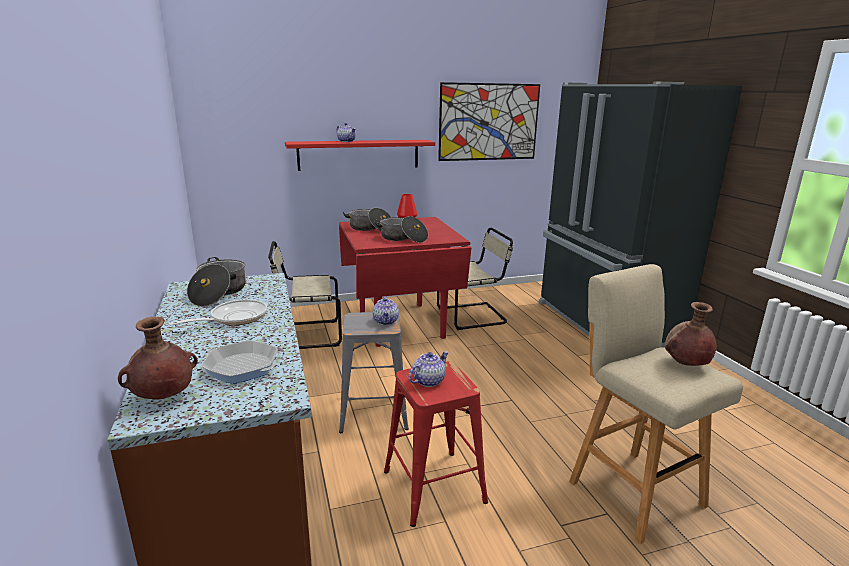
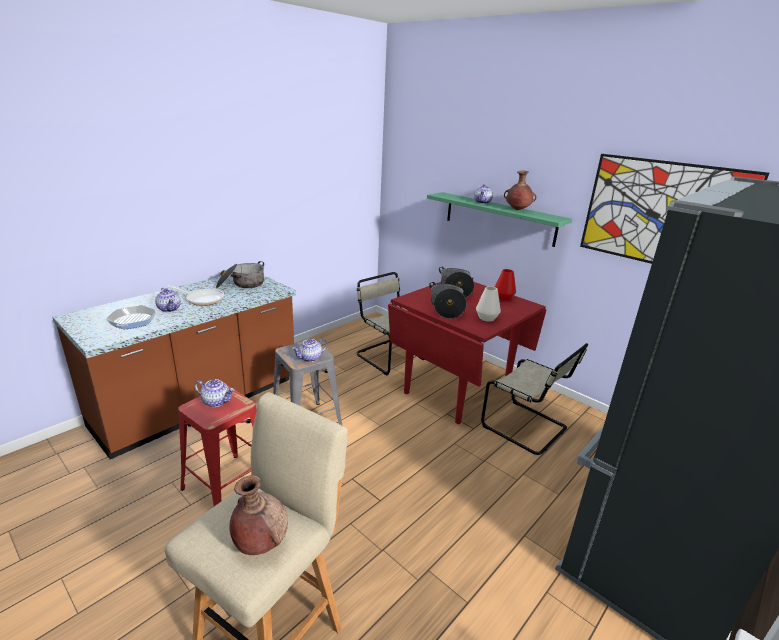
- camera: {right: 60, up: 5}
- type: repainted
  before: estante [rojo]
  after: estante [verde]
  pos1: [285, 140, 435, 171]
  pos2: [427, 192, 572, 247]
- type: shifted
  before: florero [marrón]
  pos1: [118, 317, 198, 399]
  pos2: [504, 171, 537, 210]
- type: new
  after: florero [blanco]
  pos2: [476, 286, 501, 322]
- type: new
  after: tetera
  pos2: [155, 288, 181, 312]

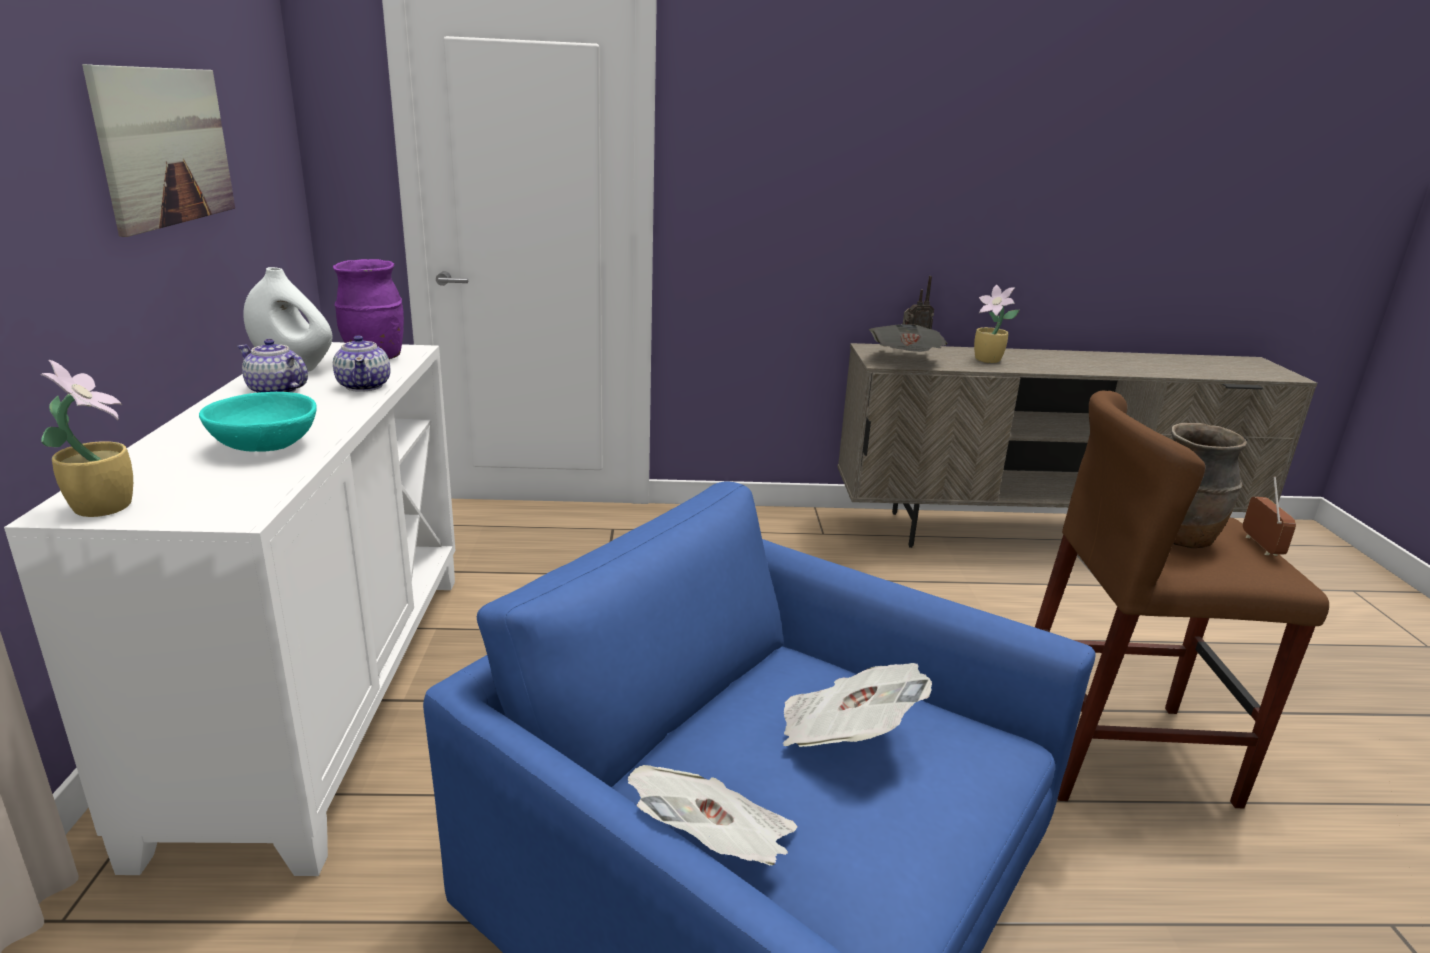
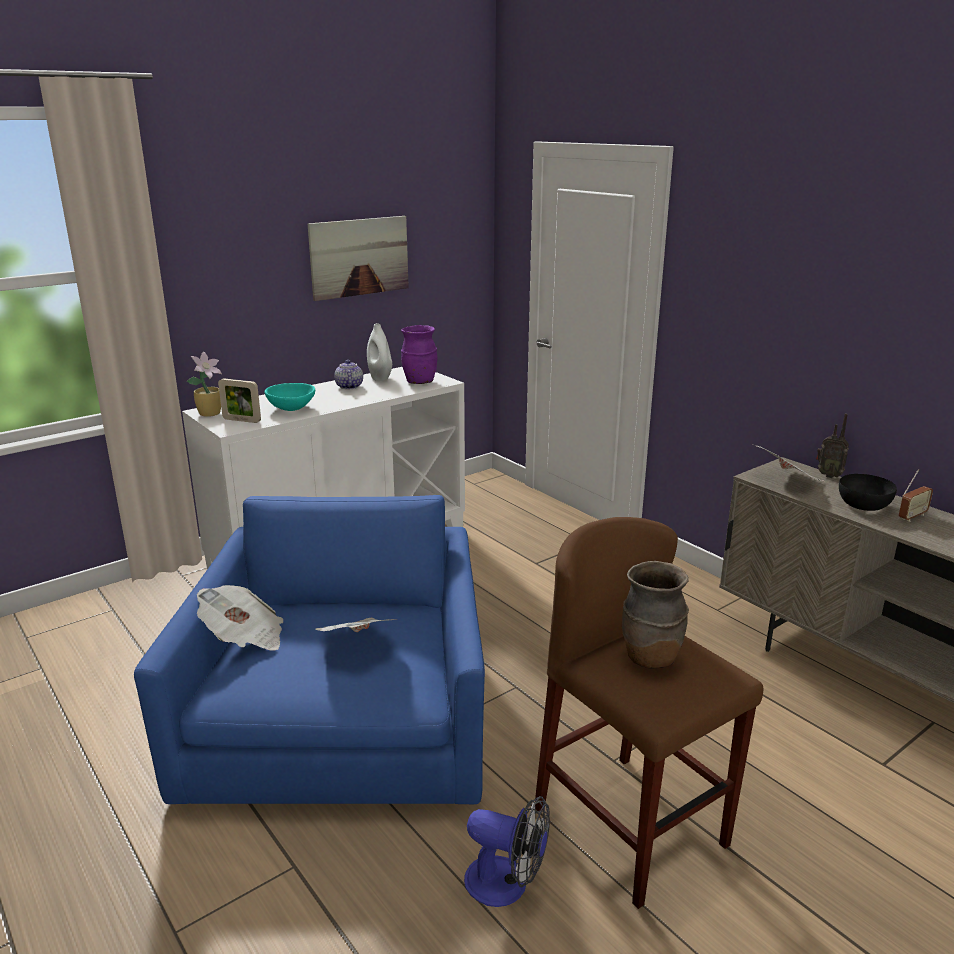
- camera: {right: 55, up: 0}
- type: swapped
  before: planta en maceta
  after: cuenco [negro]
  pos1: [974, 285, 1020, 363]
  pos2: [839, 474, 897, 511]
- type: gone
  before: tetera
  pos1: [333, 335, 390, 392]
- type: shifted
  before: radio
  pos1: [1243, 476, 1296, 556]
  pos2: [899, 469, 933, 522]
- type: new
  after: portarretratos
  pos2: [218, 378, 261, 423]
- type: new
  after: ventilador
  pos2: [464, 796, 550, 907]

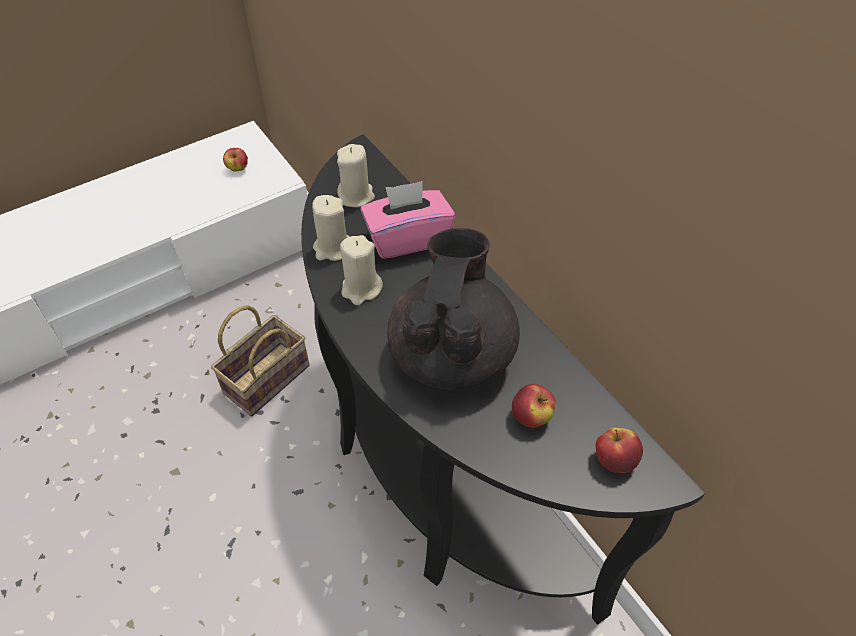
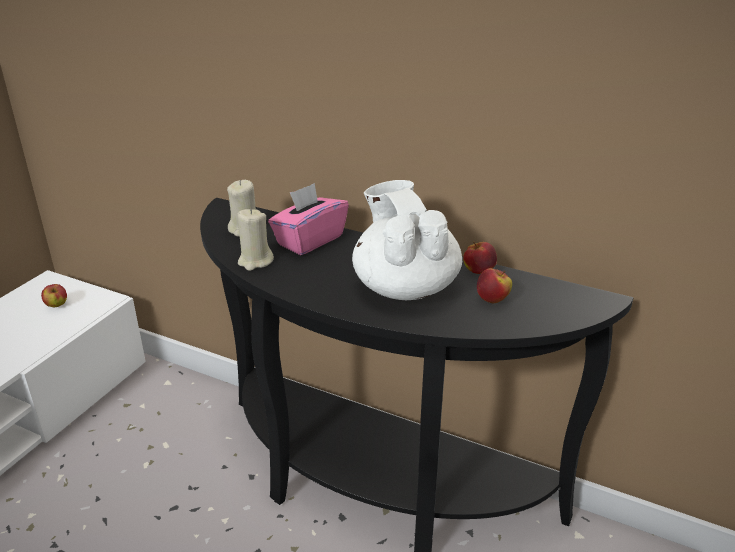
- camera: {right: -30, up: -20}
- type: repainted
  before: tetera [negro]
  after: tetera [blanco]
  pos1: [387, 228, 520, 390]
  pos2: [352, 180, 462, 300]
- type: gone
  before: vela [beis]
  pos1: [340, 235, 383, 305]
- type: gone
  before: cesta
  pos1: [211, 305, 309, 416]
- type: shifted
  before: manzana
  pos1: [595, 427, 643, 473]
  pos2: [463, 242, 497, 274]

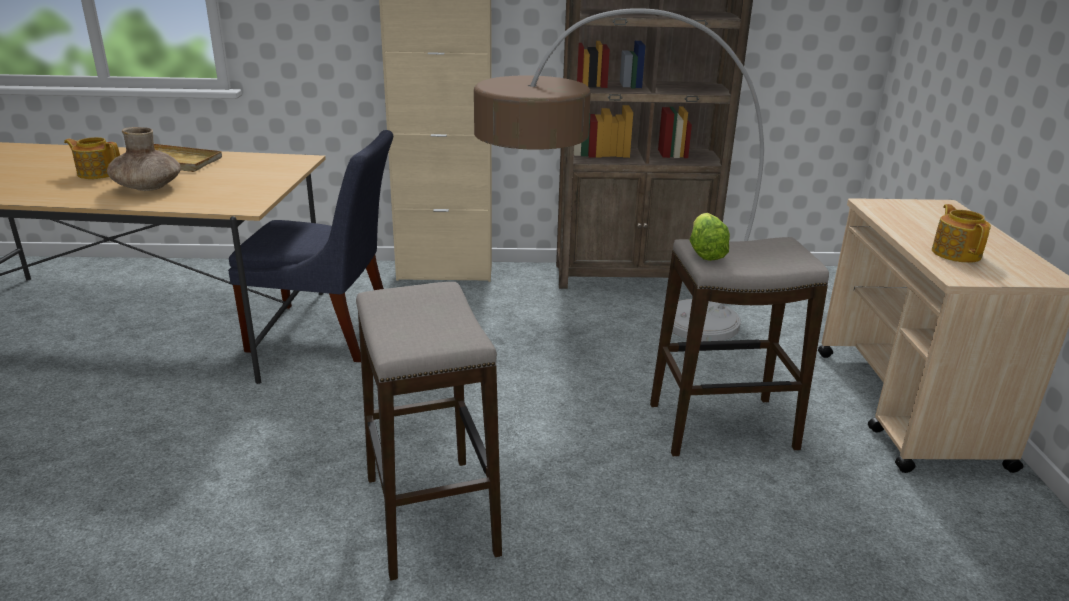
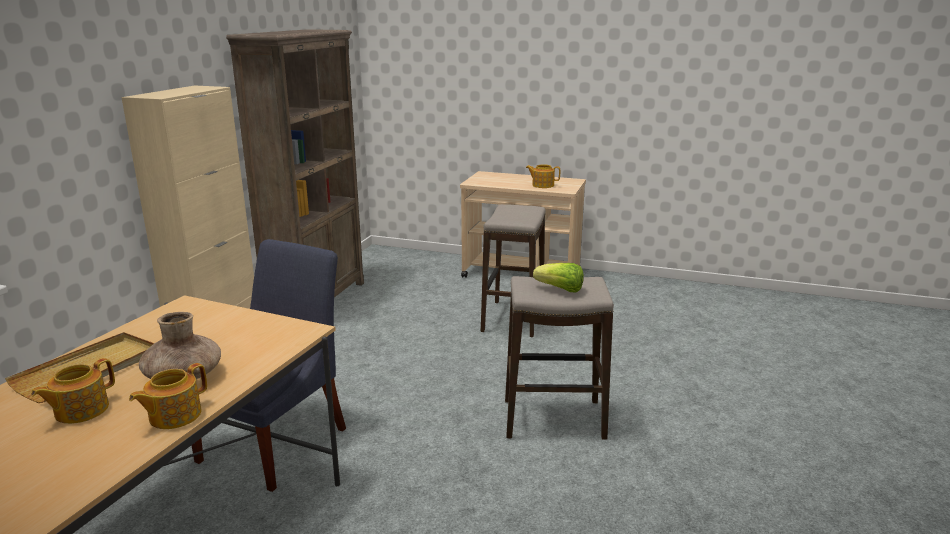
- camera: {right: -70, up: -5}
- type: gone
  before: lámpara de pie
  pos1: [474, 8, 764, 341]
- type: shifted
  before: lechuga
  pos1: [690, 213, 730, 261]
  pos2: [533, 263, 584, 293]
- type: new
  after: tetera
  pos2: [129, 363, 207, 429]

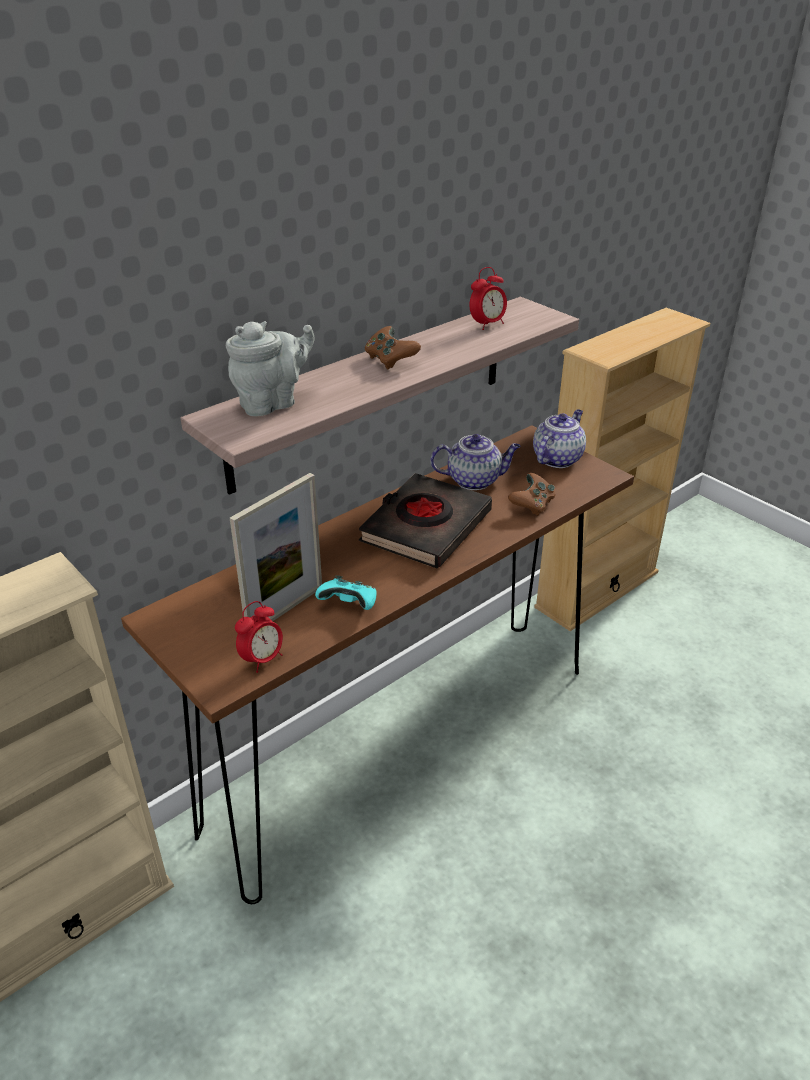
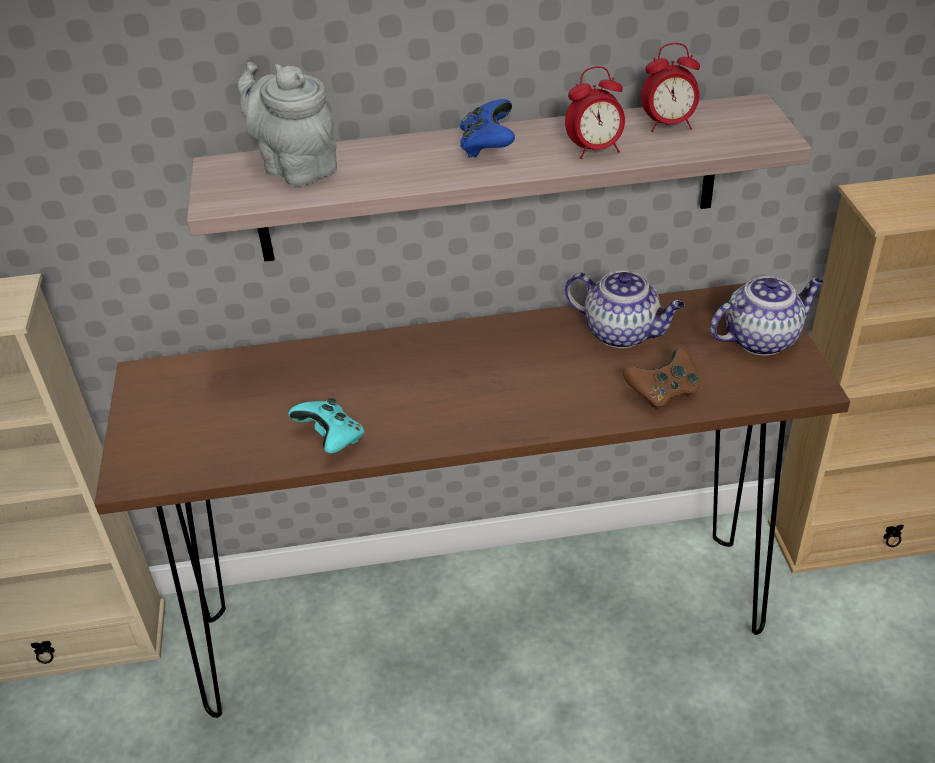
- camera: {right: 35, up: 5}
- type: rotated
  before: tetera [gris]
  pos1: [226, 321, 314, 416]
  pos2: [237, 62, 337, 186]
  turn: -135
- type: repainted
  before: mando de consola [marrón]
  after: mando de consola [azul]
  pos1: [365, 326, 421, 369]
  pos2: [460, 99, 515, 158]
- type: gone
  before: portarretratos
  pos1: [230, 473, 322, 622]
- type: gone
  before: libro [negro]
  pos1: [359, 473, 492, 568]
- type: shifted
  before: despertador
  pos1: [235, 601, 283, 673]
  pos2: [565, 66, 625, 159]

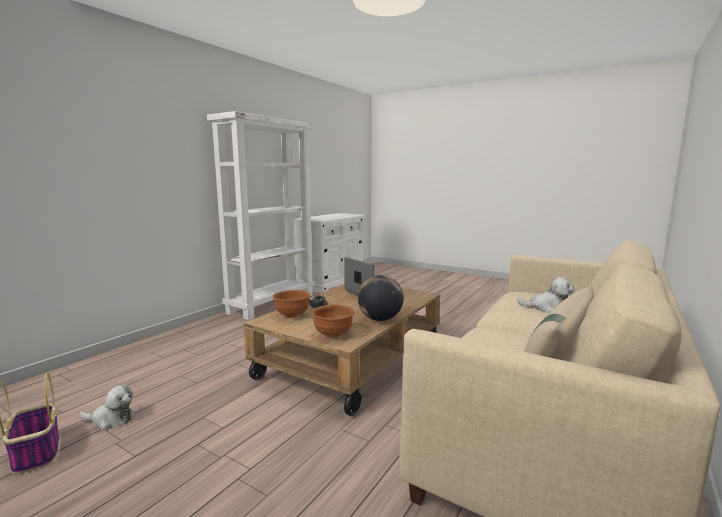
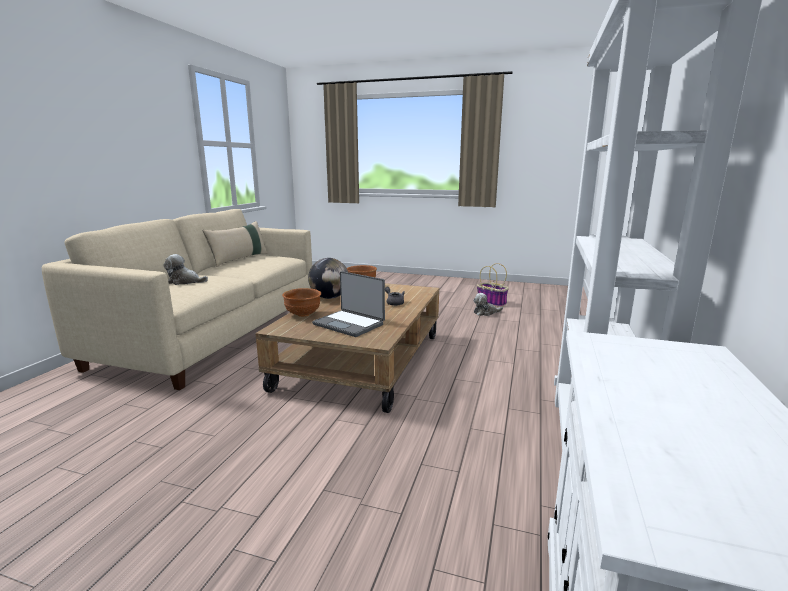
- camera: {right: 165, up: 5}
- type: shifted
  before: cuenco [marrón]
  pos1: [273, 290, 310, 318]
  pos2: [282, 288, 321, 317]

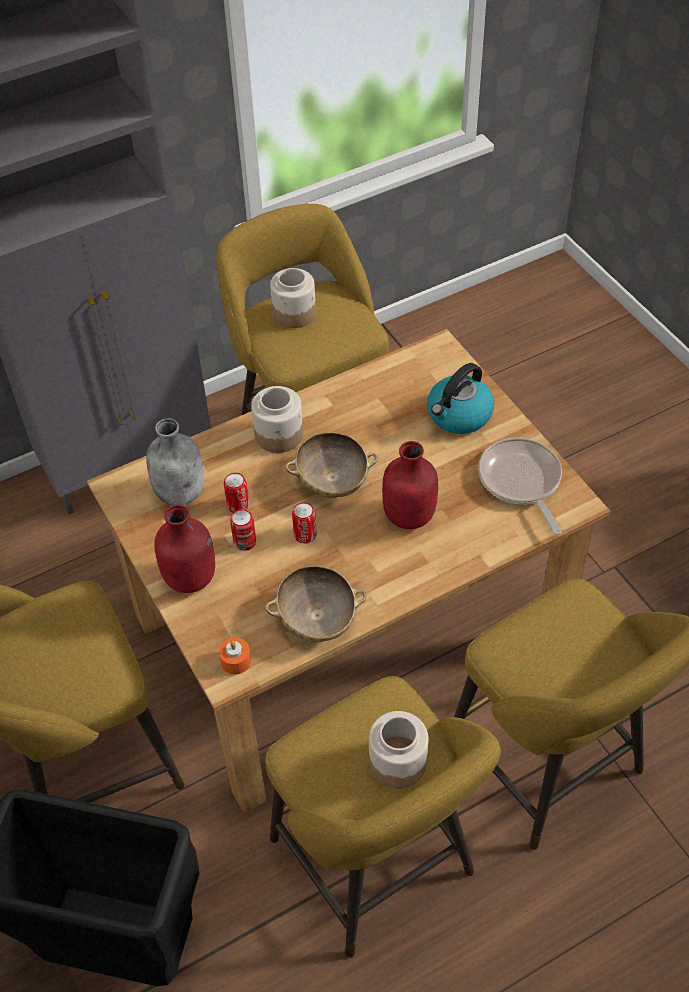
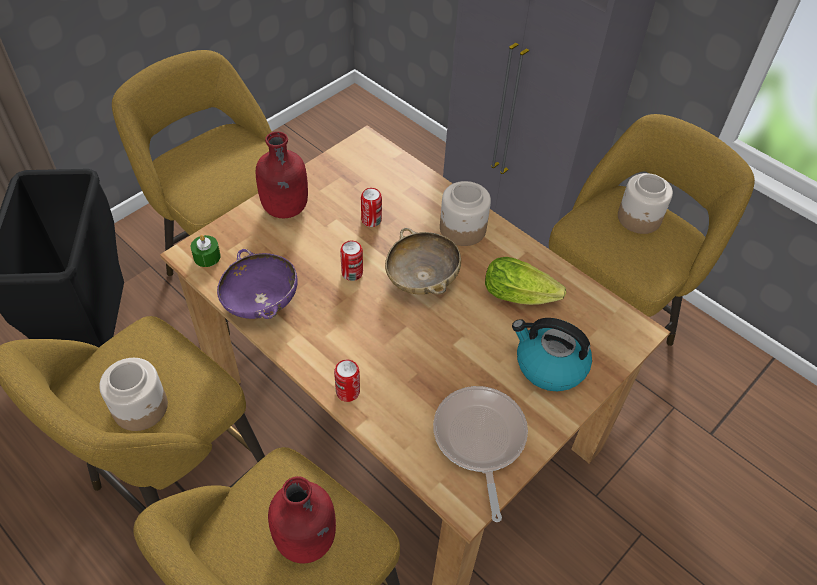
- camera: {right: 70, up: 0}
- type: gone
  before: botella [gris]
  pos1: [146, 418, 204, 505]
- type: rotated
  before: sartén
  pos1: [478, 437, 562, 535]
  pos2: [433, 386, 528, 522]
  turn: -60
- type: shifted
  before: botella [rojo]
  pos1: [382, 441, 438, 529]
  pos2: [268, 476, 336, 563]
- type: shifted
  before: lata
  pos1: [230, 510, 256, 551]
  pos2: [334, 359, 360, 402]
- type: repainted
  before: cuenco [beis]
  after: cuenco [morado]
  pos1: [265, 566, 367, 642]
  pos2: [217, 249, 298, 319]
- type: repainted
  before: vela [naranja]
  after: vela [verde]
  pos1: [219, 637, 251, 675]
  pos2: [191, 235, 221, 267]
- type: new
  after: lechuga
  pos2: [485, 257, 566, 305]

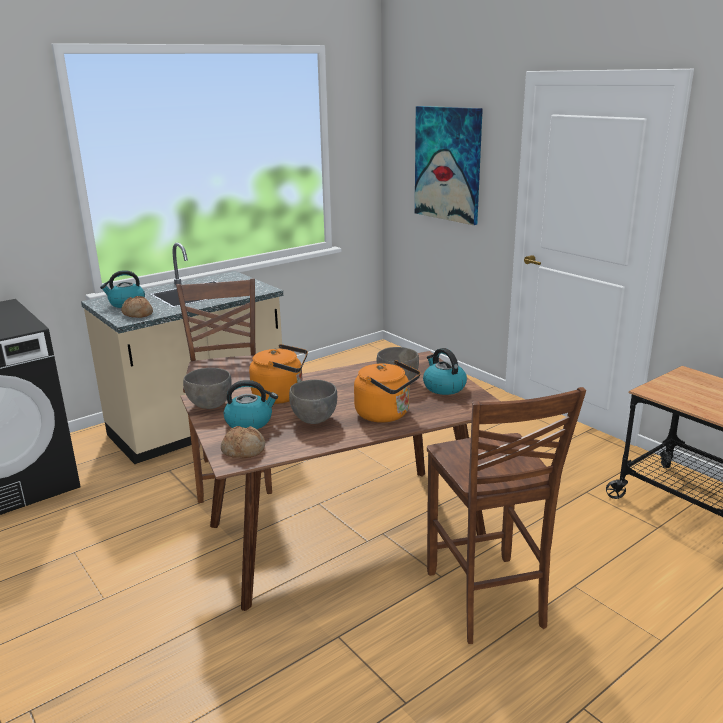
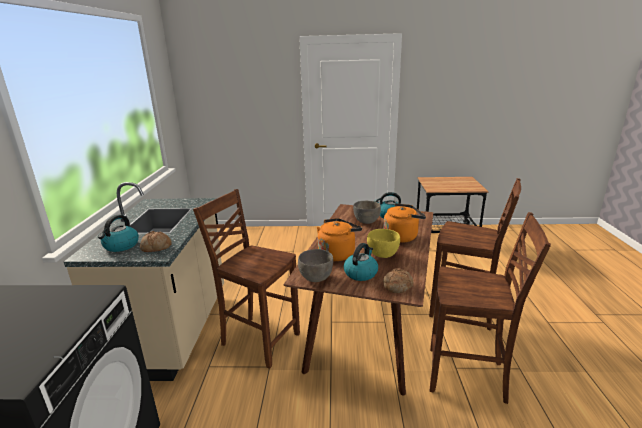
- camera: {right: -50, up: 0}
- type: gone
  before: cuadro
  pos1: [415, 106, 483, 225]
- type: repainted
  before: cuenco [gris]
  after: cuenco [amarillo]
  pos1: [289, 380, 337, 424]
  pos2: [367, 229, 400, 258]
- type: new
  after: silla [marrón]
  pos2: [430, 212, 551, 404]

